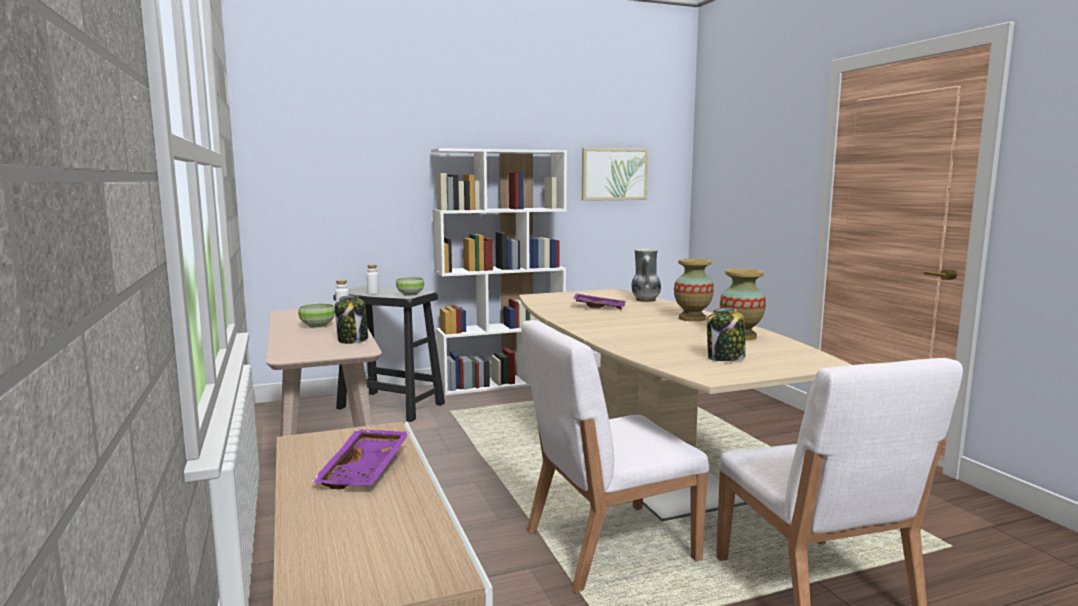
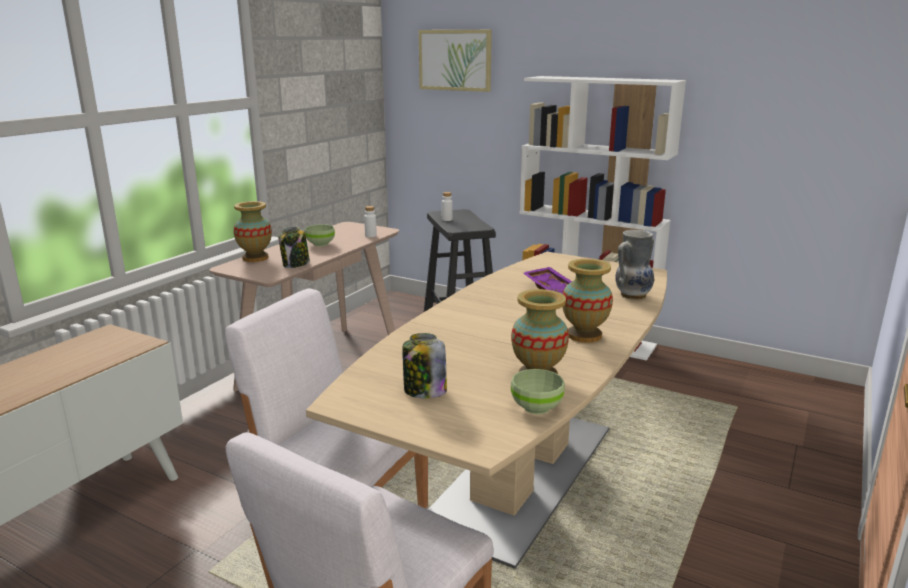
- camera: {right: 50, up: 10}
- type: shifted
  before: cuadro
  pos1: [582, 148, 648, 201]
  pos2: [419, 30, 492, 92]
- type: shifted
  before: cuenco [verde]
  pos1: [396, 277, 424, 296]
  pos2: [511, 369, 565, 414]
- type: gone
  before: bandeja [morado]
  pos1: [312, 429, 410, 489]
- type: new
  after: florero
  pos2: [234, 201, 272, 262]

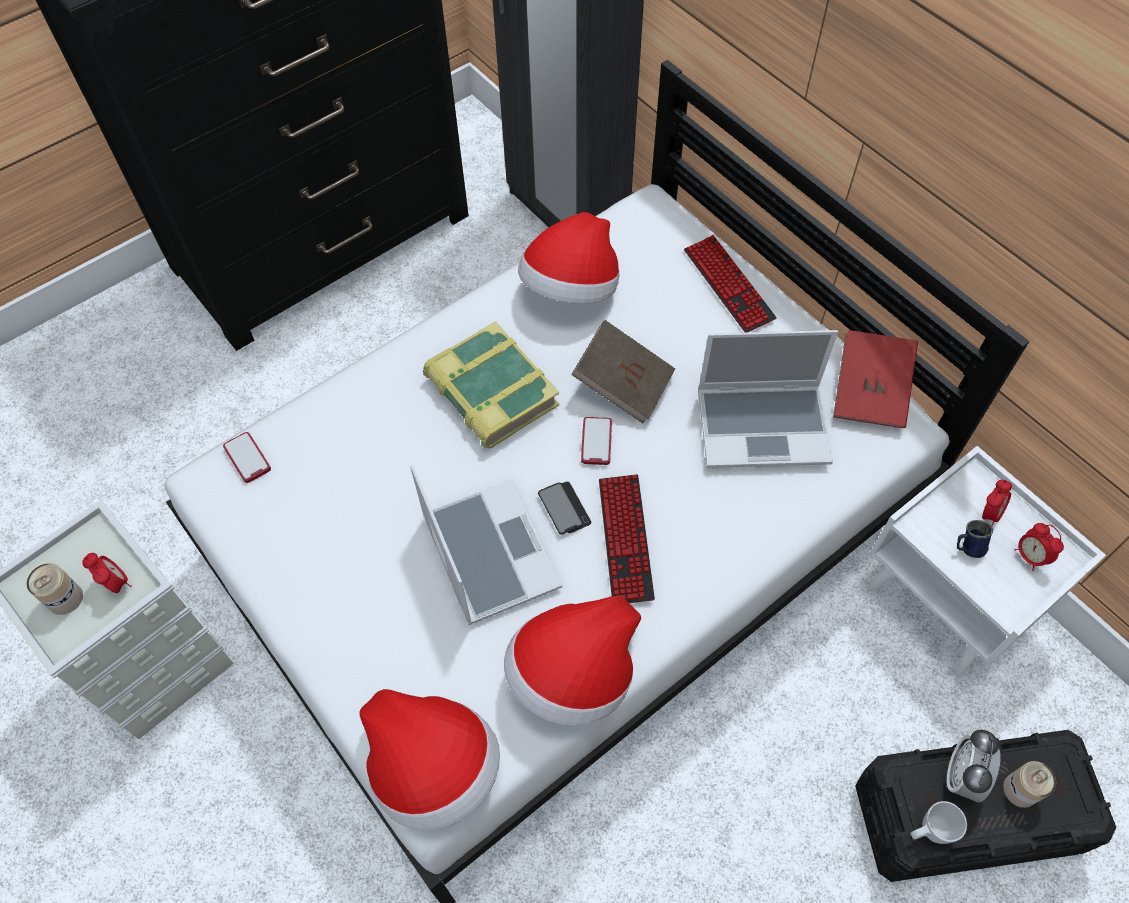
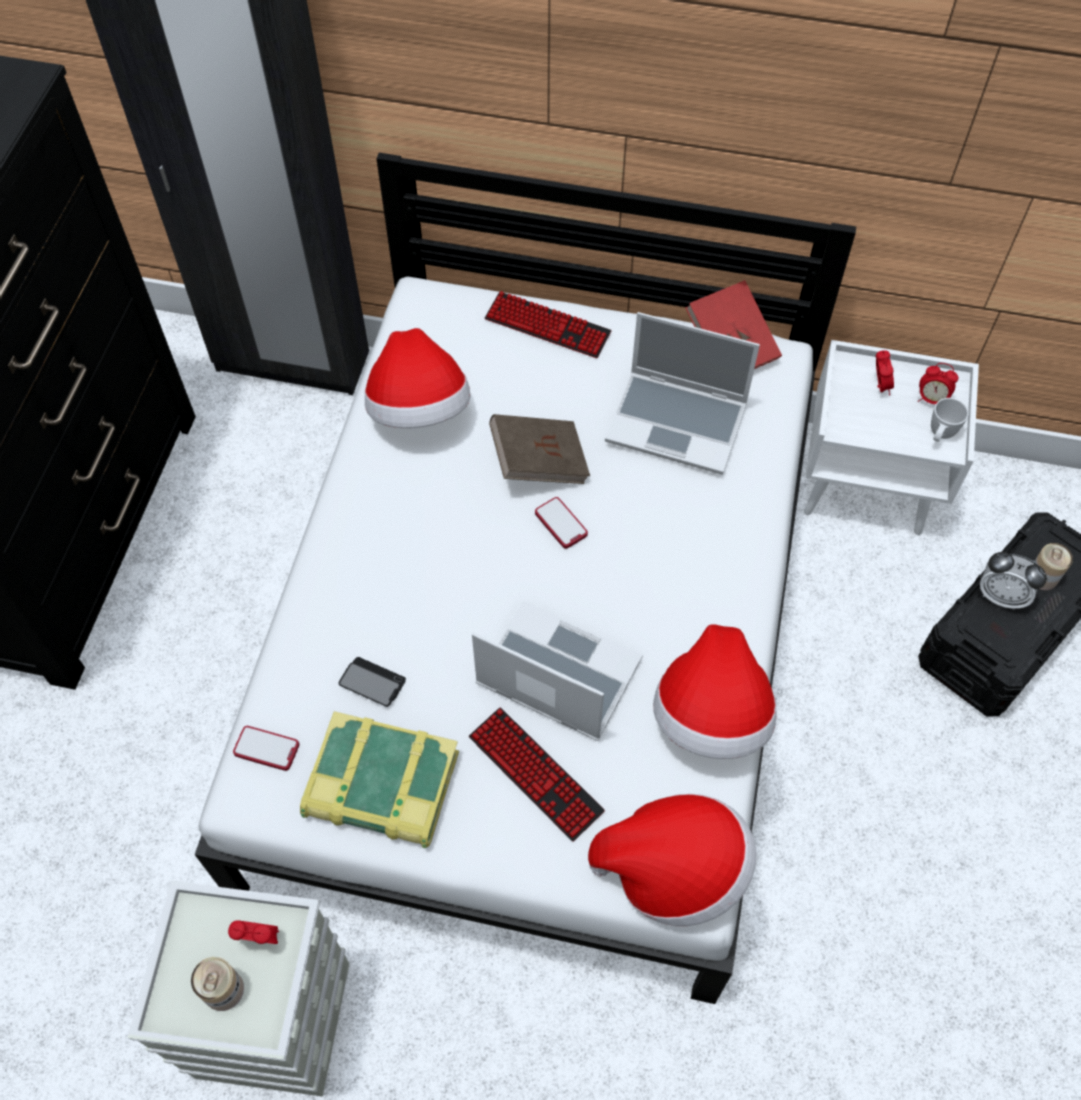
- camera: {right: -40, up: 0}
- type: shifted
  before: libro
  pos1: [423, 321, 559, 449]
  pos2: [300, 711, 459, 848]
- type: rotated
  before: portátil
  pos1: [698, 330, 838, 468]
  pos2: [605, 312, 760, 474]
  turn: 60
- type: shifted
  before: teclado
  pos1: [599, 474, 655, 603]
  pos2: [469, 708, 605, 842]
- type: shifted
  before: móvil
  pos1: [538, 482, 591, 534]
  pos2: [339, 657, 406, 707]
- type: gone
  before: taza grande [azul]
  pos1: [957, 520, 993, 558]
- type: rotated
  before: despertador
  pos1: [947, 730, 1001, 802]
  pos2: [980, 552, 1047, 610]
  turn: -45
- type: shifted
  before: taza grande [blanco]
  pos1: [911, 801, 967, 844]
  pos2: [931, 398, 969, 442]

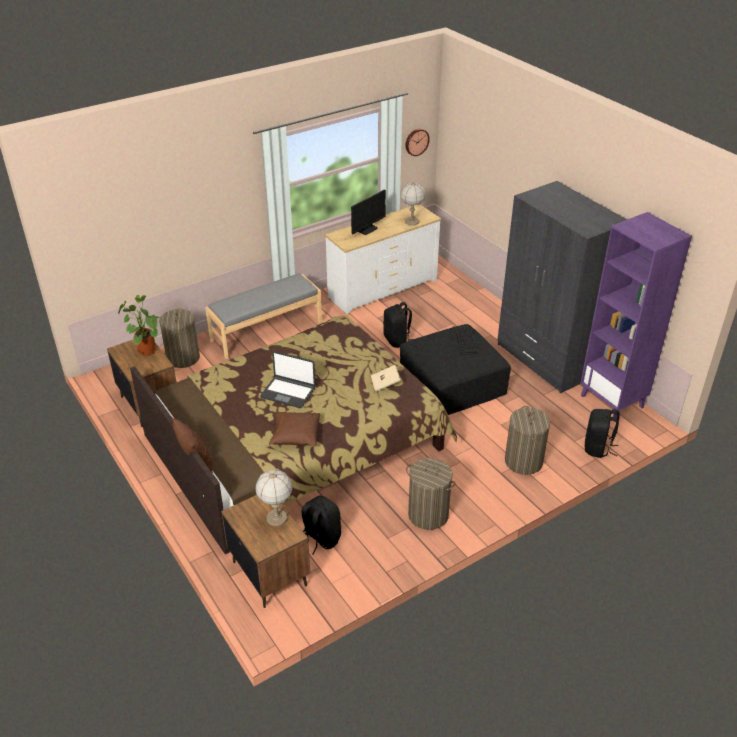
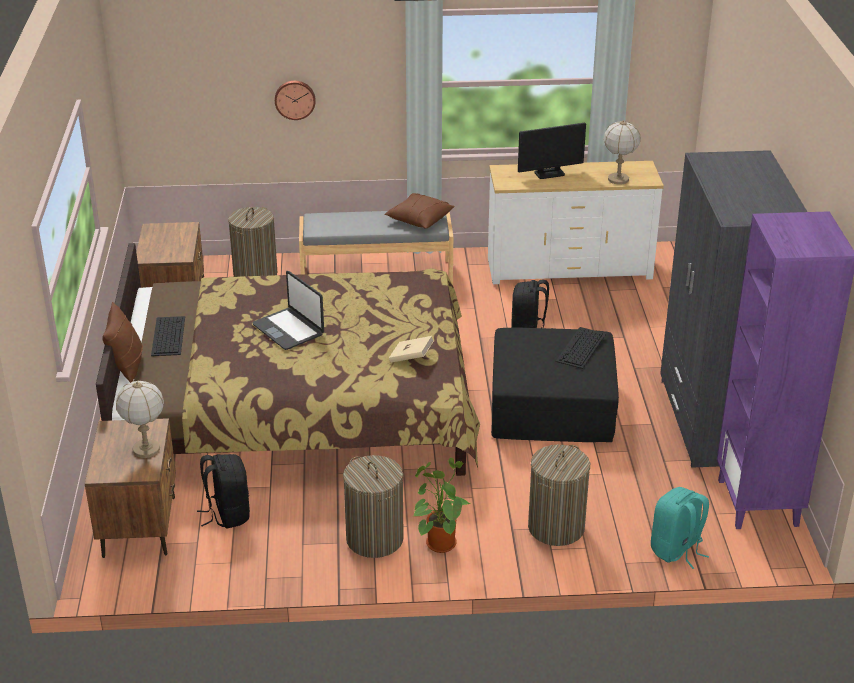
- camera: {right: 30, up: -5}
- type: shifted
  before: reloj de pared
  pos1: [406, 129, 430, 156]
  pos2: [275, 81, 315, 120]
- type: shifted
  before: planta en maceta
  pos1: [118, 295, 160, 356]
  pos2: [413, 458, 471, 553]
- type: repainted
  before: mochila [negro]
  after: mochila [turquesa]
  pos1: [584, 409, 620, 458]
  pos2: [651, 487, 709, 569]
- type: shifted
  before: cojín [marrón]
  pos1: [269, 412, 320, 447]
  pos2: [384, 193, 455, 228]
- type: new
  after: teclado
  pos2: [151, 316, 185, 356]

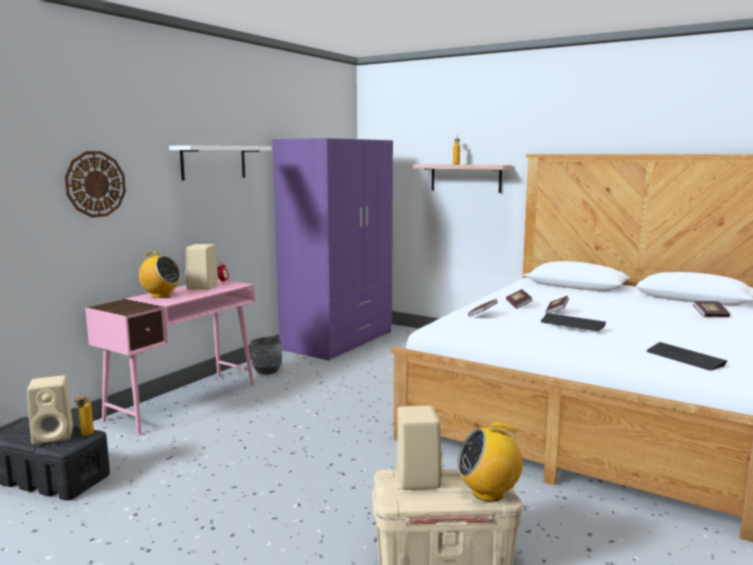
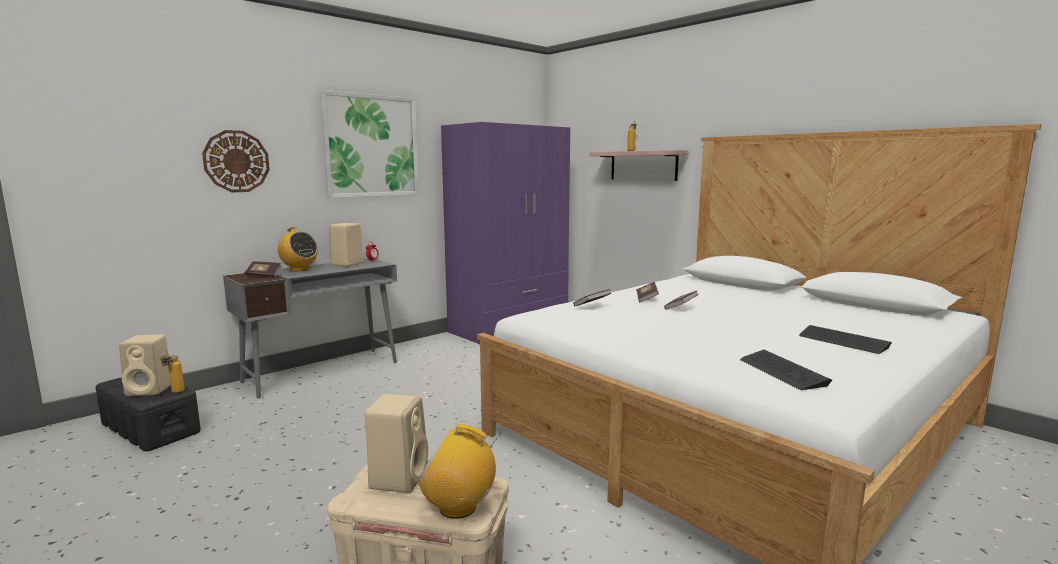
- camera: {right: 15, up: 0}
- type: swapped
  before: estante [blanco]
  after: cuadro
  pos1: [169, 145, 271, 181]
  pos2: [320, 90, 419, 198]
- type: repainted
  before: escritorio [rosa]
  after: escritorio [gris]
  pos1: [85, 279, 255, 435]
  pos2: [223, 259, 397, 398]
- type: shifted
  before: libro
  pos1: [692, 301, 730, 317]
  pos2: [245, 261, 281, 278]
- type: shifted
  before: teclado
  pos1: [541, 313, 606, 331]
  pos2: [799, 325, 892, 354]
- type: gone
  before: maceta [gris]
  pos1: [251, 337, 282, 374]

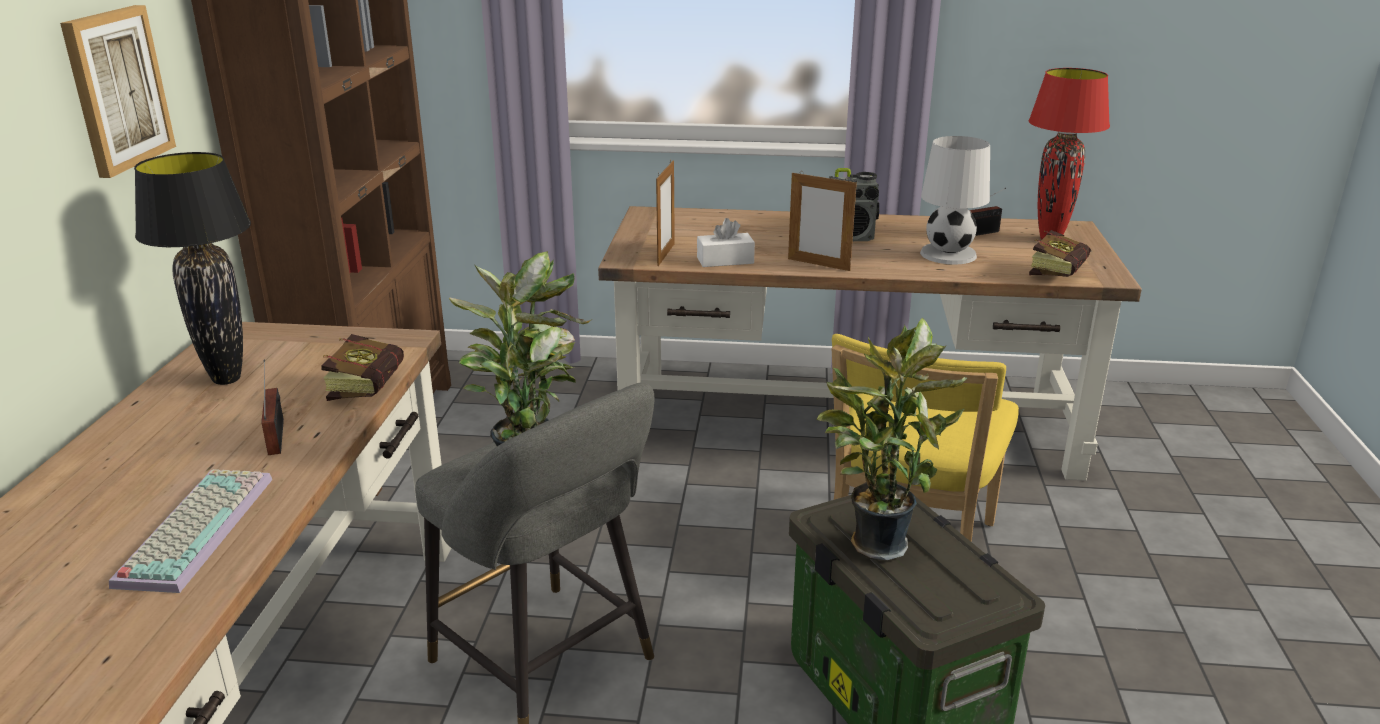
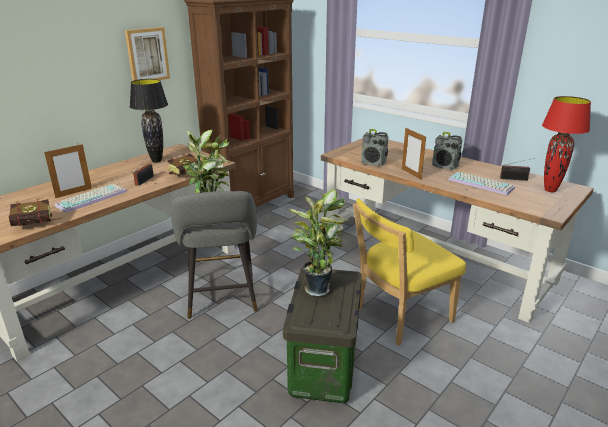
- camera: {right: 35, up: 0}
- type: swapped
  before: lámpara de mesa [blanco]
  after: teclado
  pos1: [920, 136, 990, 264]
  pos2: [448, 171, 515, 195]
- type: shifted
  before: portarretratos
  pos1: [656, 160, 675, 266]
  pos2: [44, 144, 92, 198]
- type: swapped
  before: caja de pañuelos [blanco]
  after: radio
  pos1: [697, 218, 755, 267]
  pos2: [361, 129, 388, 166]
- type: shifted
  before: libro
  pos1: [1029, 230, 1091, 277]
  pos2: [9, 198, 63, 226]

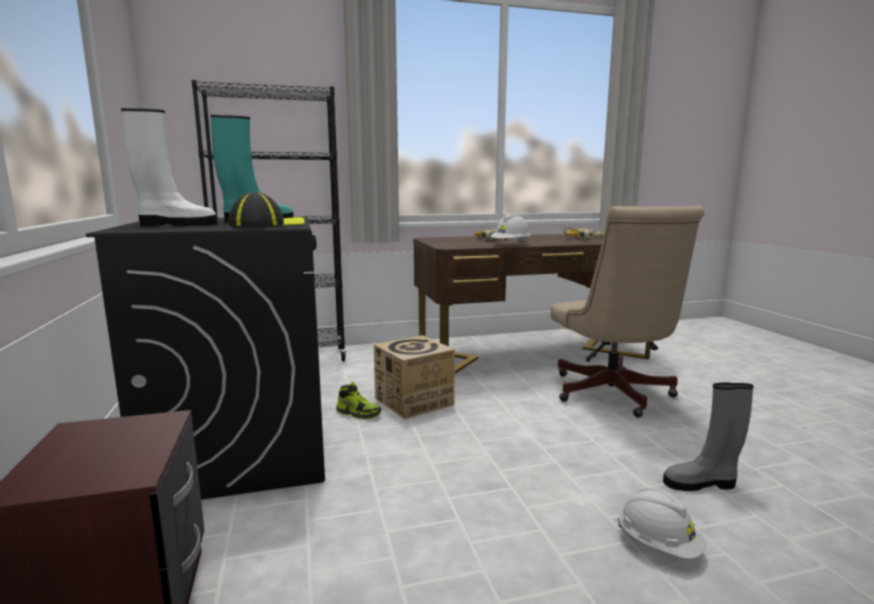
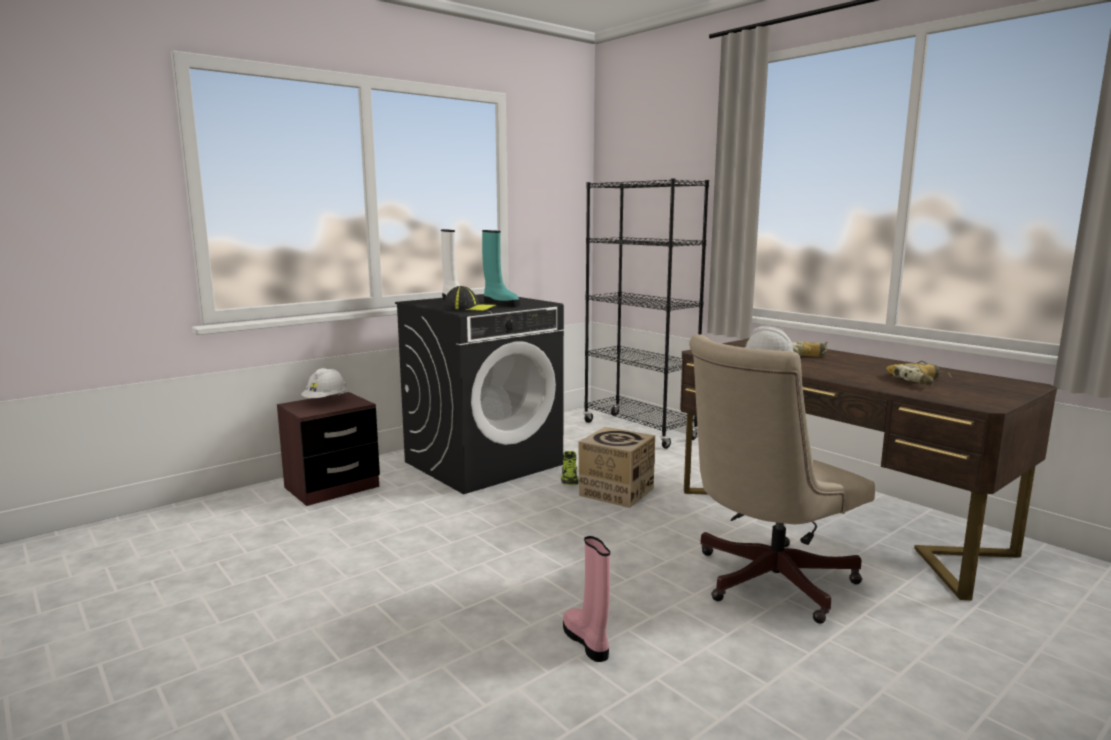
- camera: {right: 65, up: 0}
- type: repainted
  before: bota [gris]
  after: bota [rosa]
  pos1: [663, 383, 754, 491]
  pos2: [563, 536, 610, 662]
- type: shifted
  before: casco [blanco]
  pos1: [618, 488, 706, 559]
  pos2: [301, 368, 347, 398]

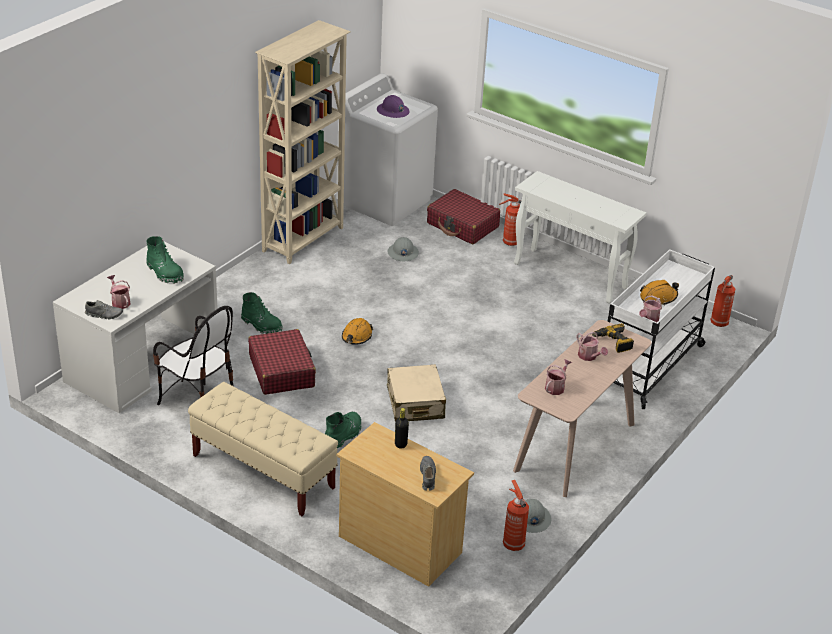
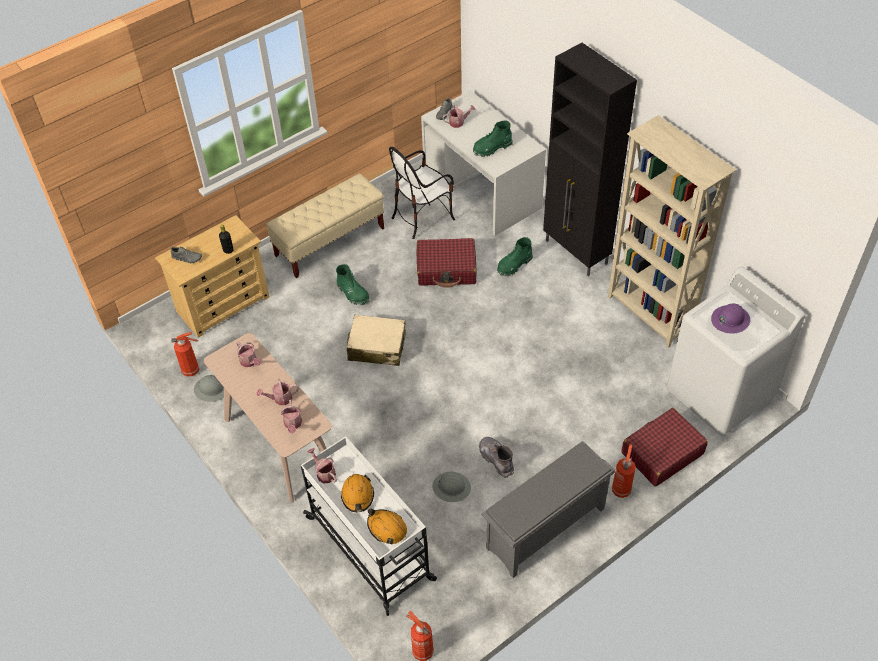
- camera: {right: 110, up: 15}
- type: swapped
  before: mesa consola [blanco]
  after: zapatero [gris]
  pos1: [514, 171, 646, 304]
  pos2: [481, 441, 615, 578]
- type: shifted
  before: casco [gris]
  pos1: [387, 237, 419, 261]
  pos2: [432, 471, 471, 502]
- type: shifted
  before: casco [naranja]
  pos1: [342, 318, 373, 345]
  pos2: [367, 508, 407, 544]
- type: swapped
  before: taladro
  after: regadera
  pos1: [592, 323, 634, 353]
  pos2: [281, 400, 302, 434]
- type: new
  after: armario [negro]
  pos2: [543, 43, 637, 276]
- type: new
  after: bota [gris]
  pos2: [479, 437, 514, 478]

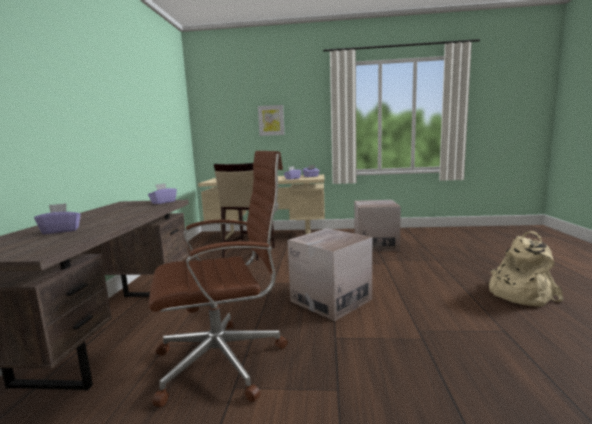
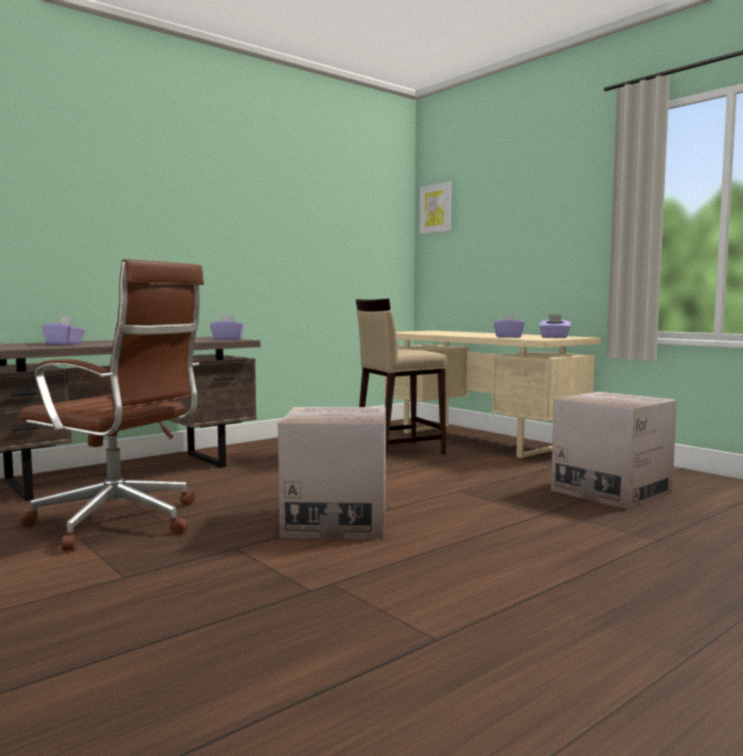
- camera: {right: 45, up: -5}
- type: shifted
  before: cuadro
  pos1: [258, 105, 284, 136]
  pos2: [420, 182, 452, 234]
- type: gone
  before: mochila [beis]
  pos1: [489, 231, 564, 307]

